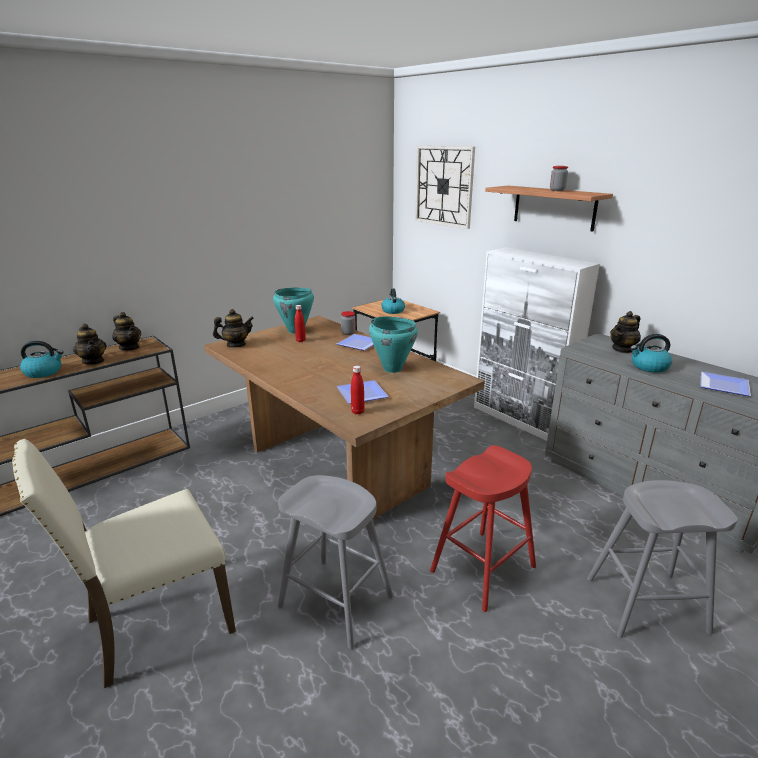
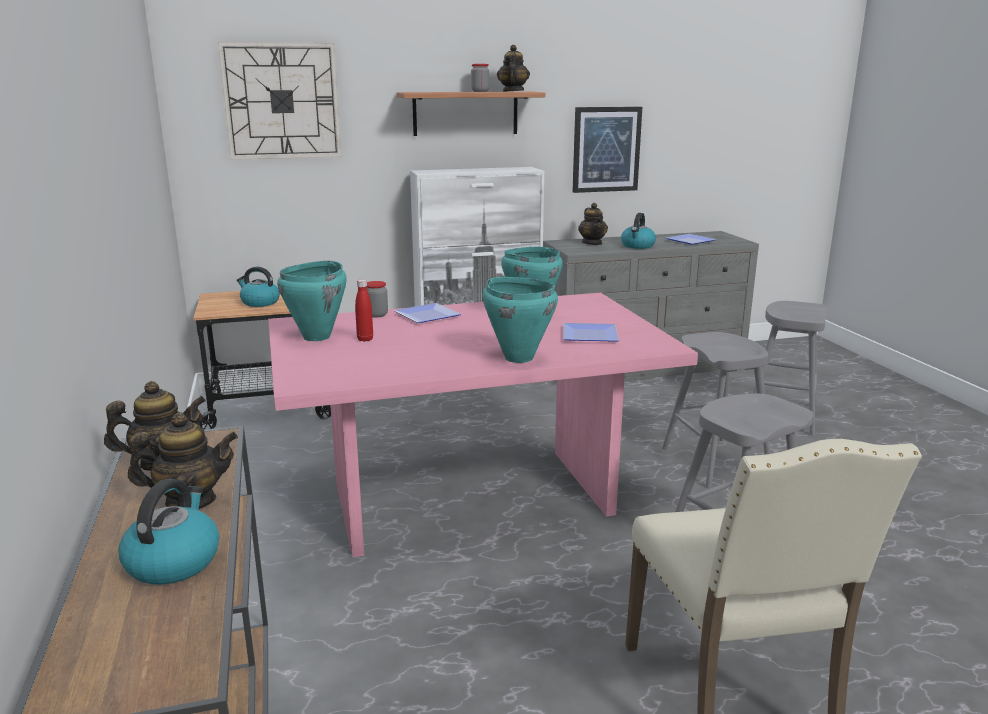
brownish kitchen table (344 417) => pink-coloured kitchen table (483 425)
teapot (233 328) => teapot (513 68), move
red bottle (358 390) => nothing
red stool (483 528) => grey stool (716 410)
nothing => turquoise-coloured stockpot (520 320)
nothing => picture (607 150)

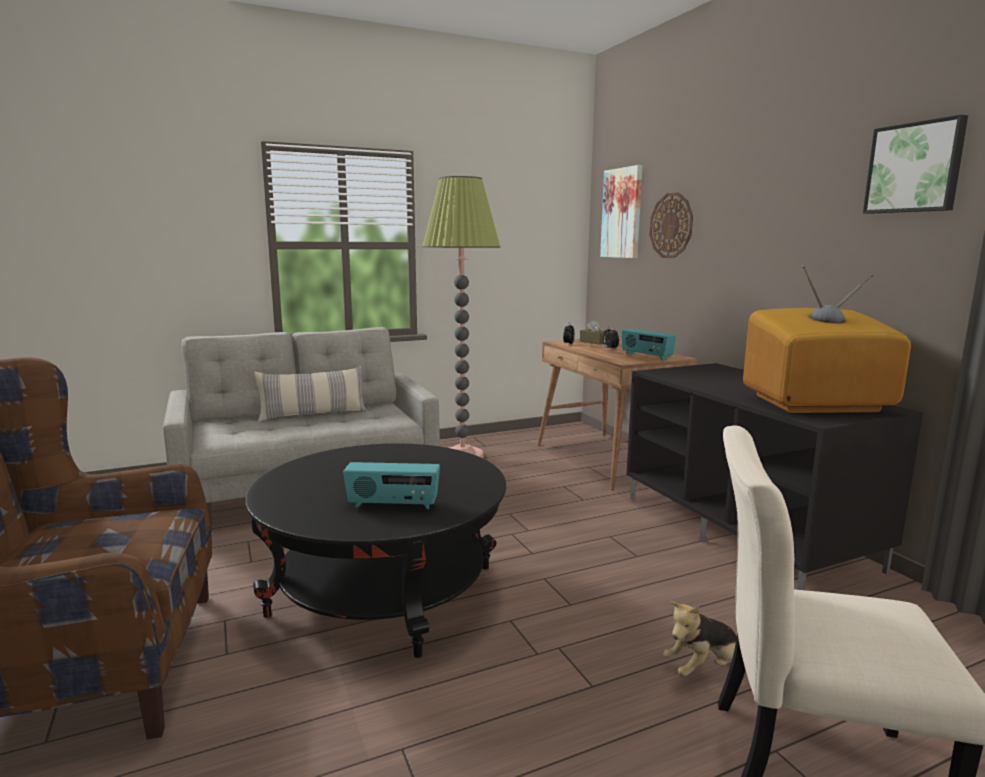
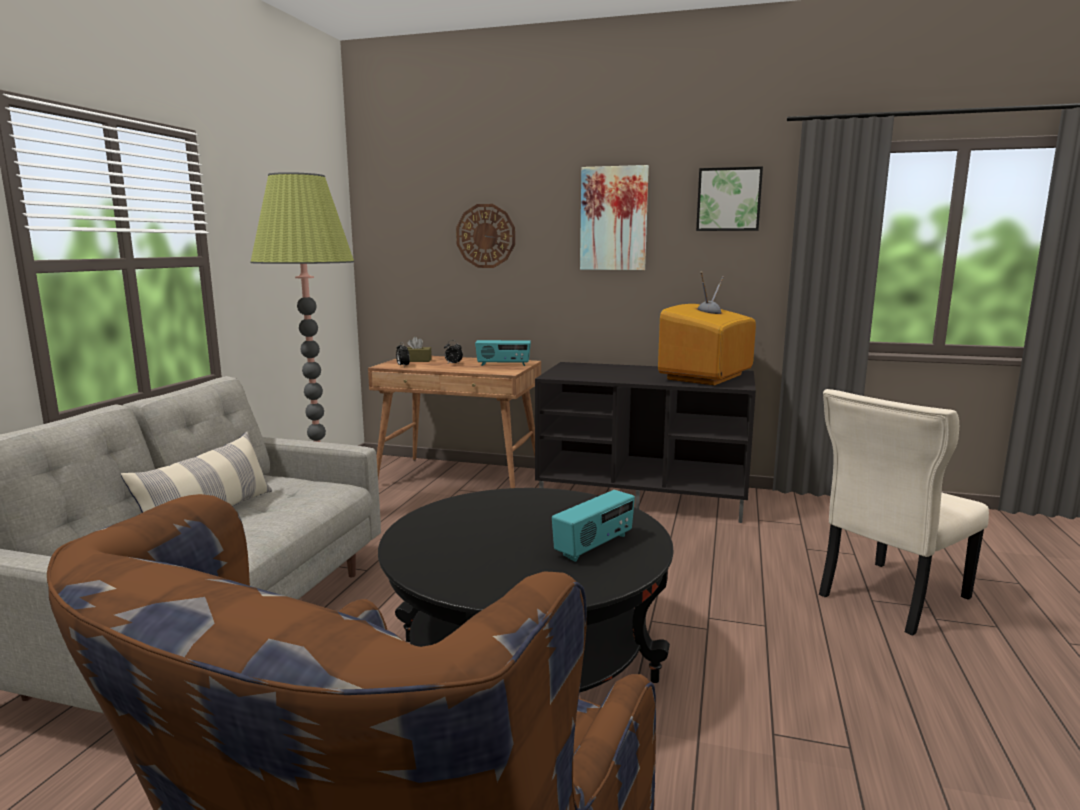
picture (621 211) => picture (614 217), move
soft toy (700 639) => nothing

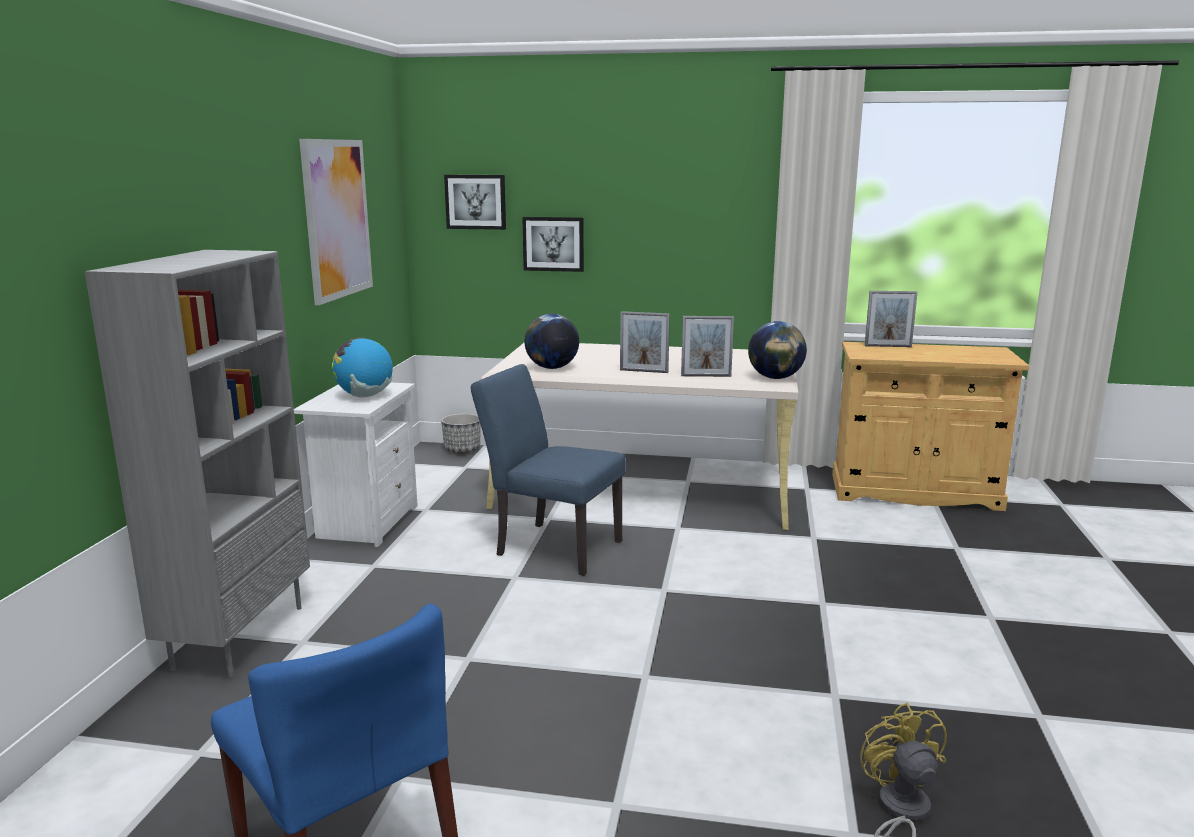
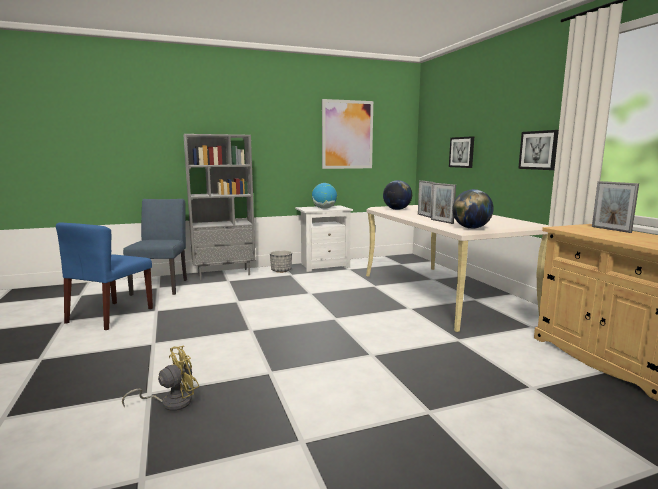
plant pot (461 433) => plant pot (281 261), move
picture (475 202) => picture (538 150), move
blue-coloured upright chair (548 470) => blue-coloured upright chair (155 247), move

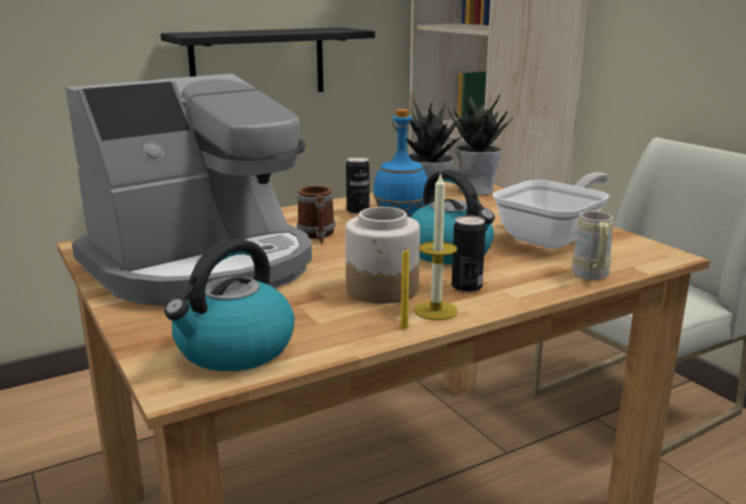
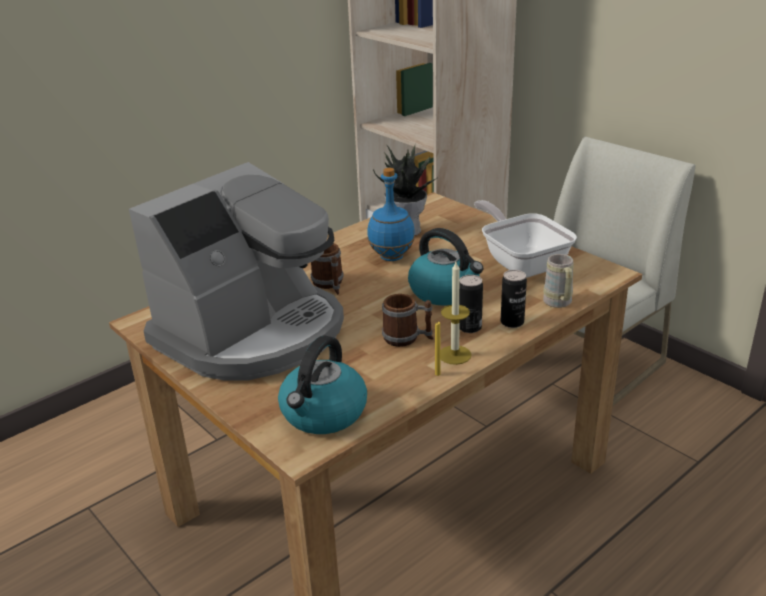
black-coloured bracket shelf (268 59) => nothing
jar (382 255) => tea mug (408 320)
sealed can (357 185) => sealed can (514 299), move
houseplant (481 144) => nothing
skillet (551 210) => skillet (525 239), 60 degrees counterclockwise

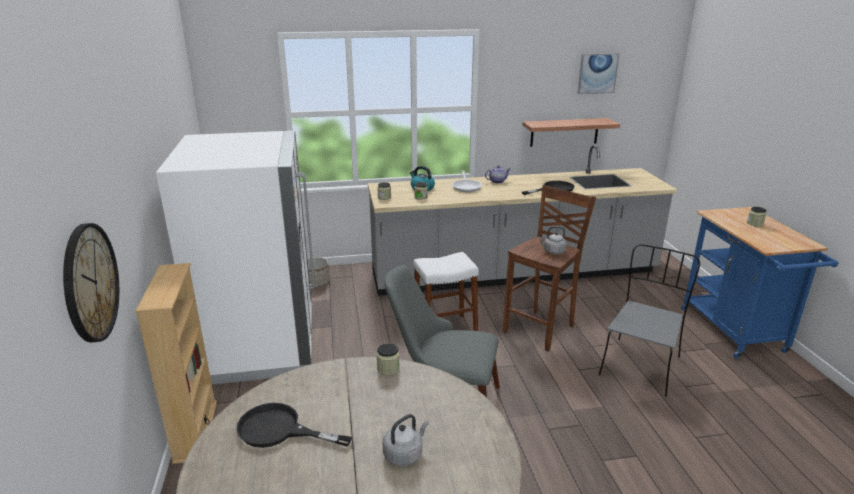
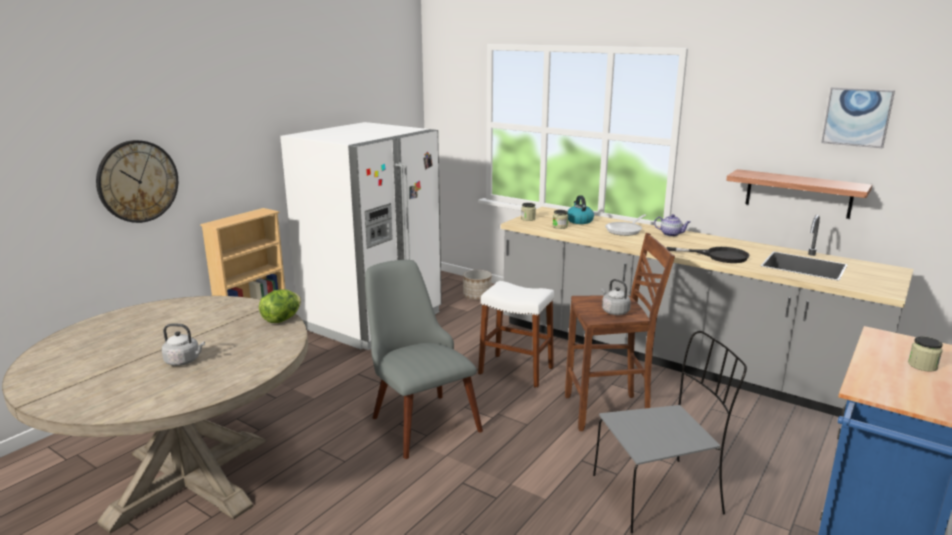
black-coloured skillet (294 425) => nothing
jar (388 359) => head of lettuce (280 306)

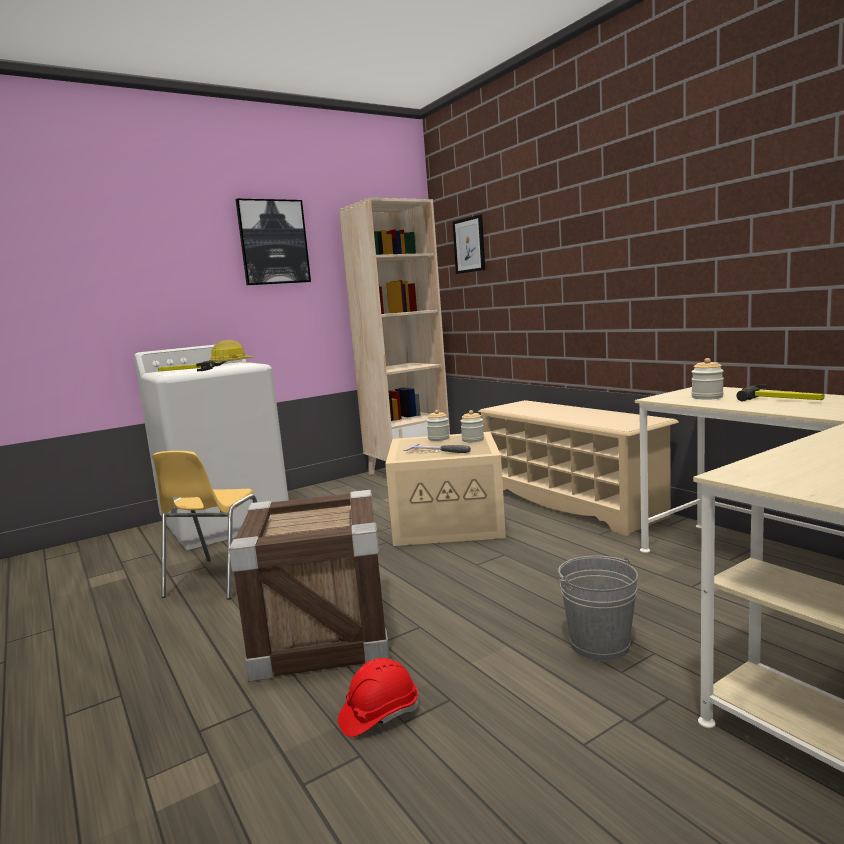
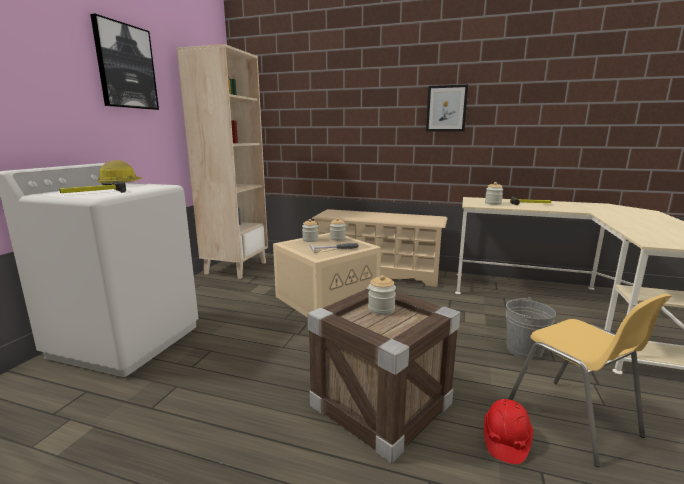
yellow upright chair (204 525) => yellow upright chair (589 380), move
picture (468 244) => picture (447 108), move
nothing => jar (382 295)

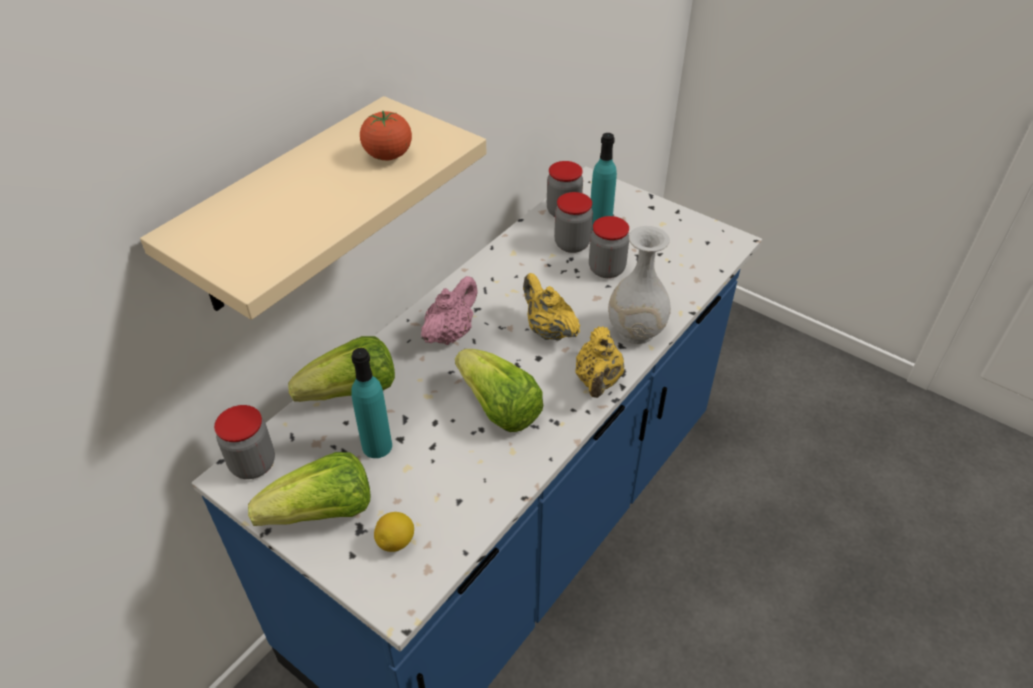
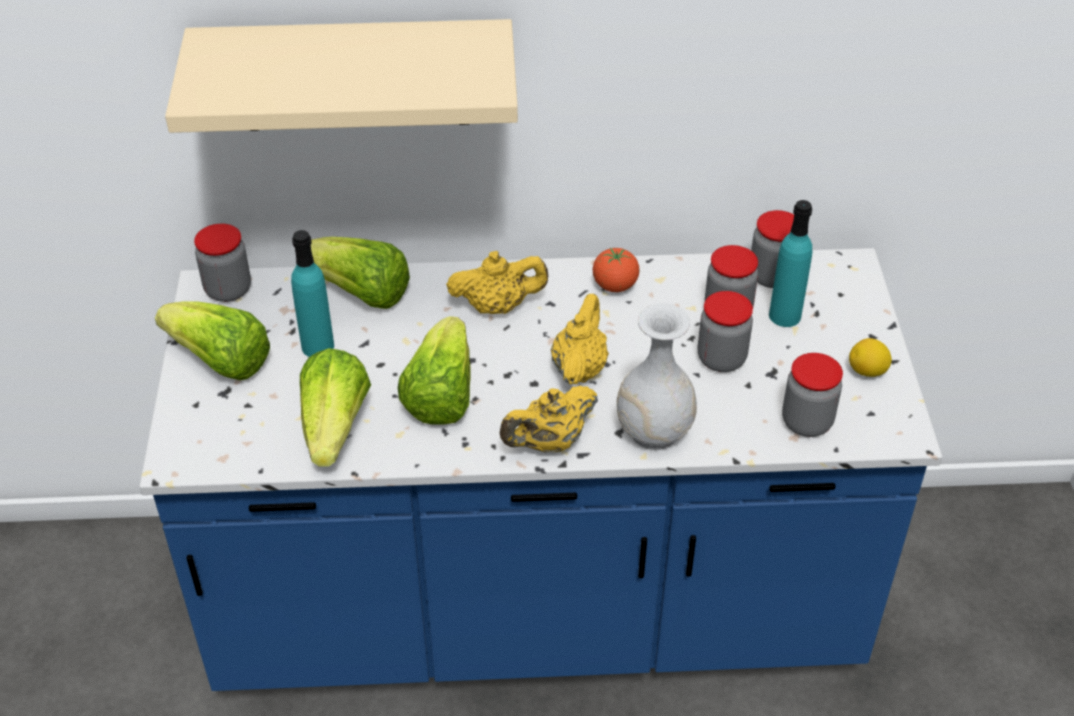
whole tomato (386 136) => whole tomato (616 270), move
lemon (394 532) => lemon (870 357), move
pink-coloured teapot (449 310) => yellow teapot (497 282)
nothing => head of lettuce (335 407)
nothing => jar (812 395)

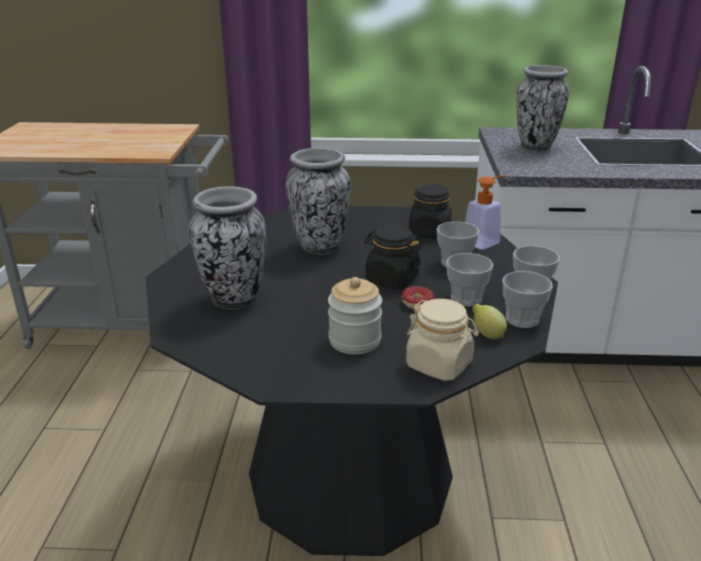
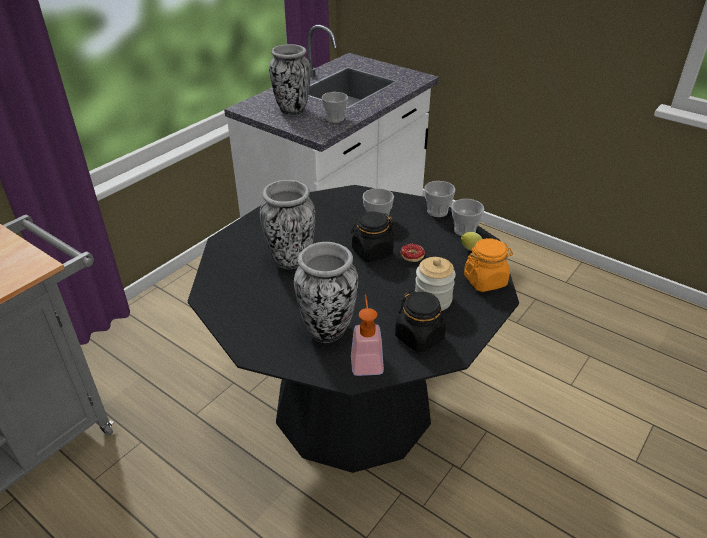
beige-coloured jar (442 340) => orangey jar (488 265)
black-coloured jar (430 210) => black-coloured jar (420 322), move
small cup (469 280) => small cup (334 107), move
soap dispenser (485 212) => soap dispenser (367 335), move

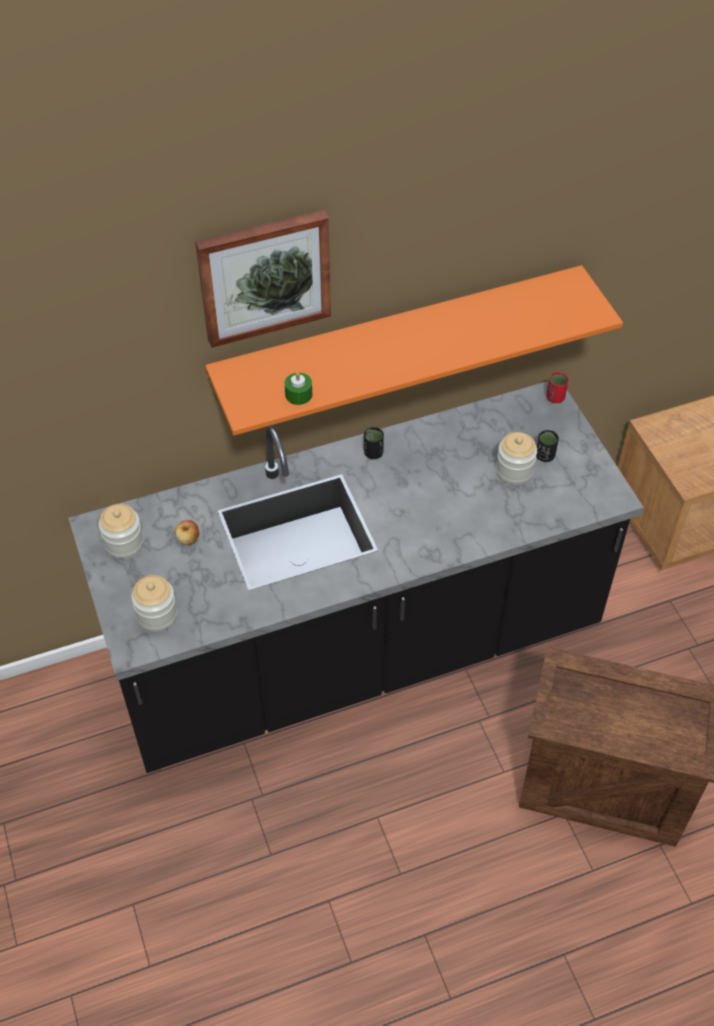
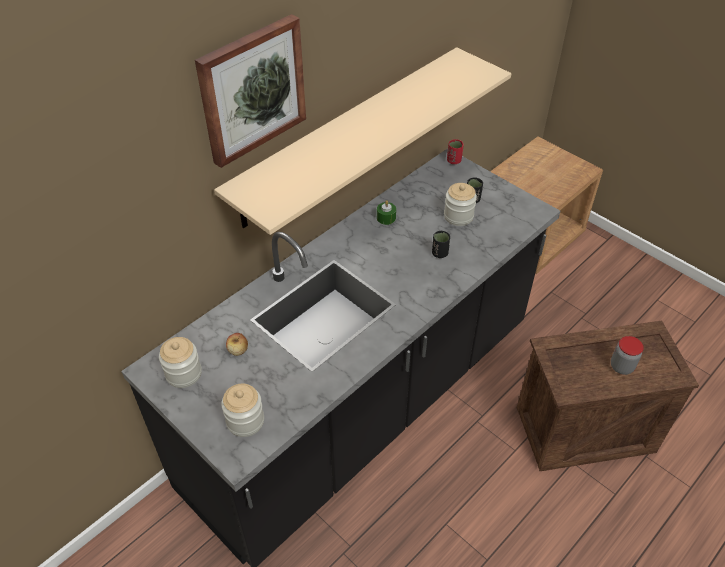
orangey bracket shelf (414 350) => beige-coloured bracket shelf (362 141)
green-coloured wax candle (298 388) => green-coloured wax candle (386 212), move
black-coloured small cup (374 443) => black-coloured small cup (441 244), move
nothing => jar (627 355)

